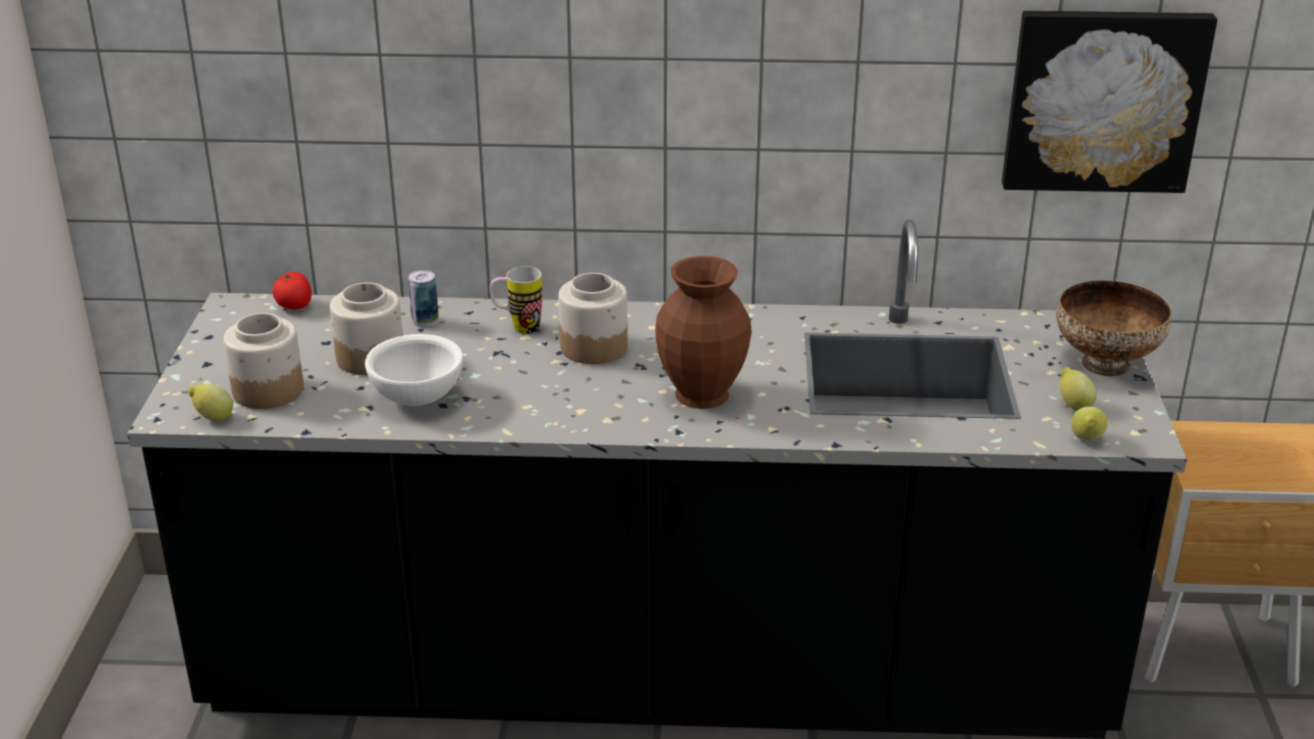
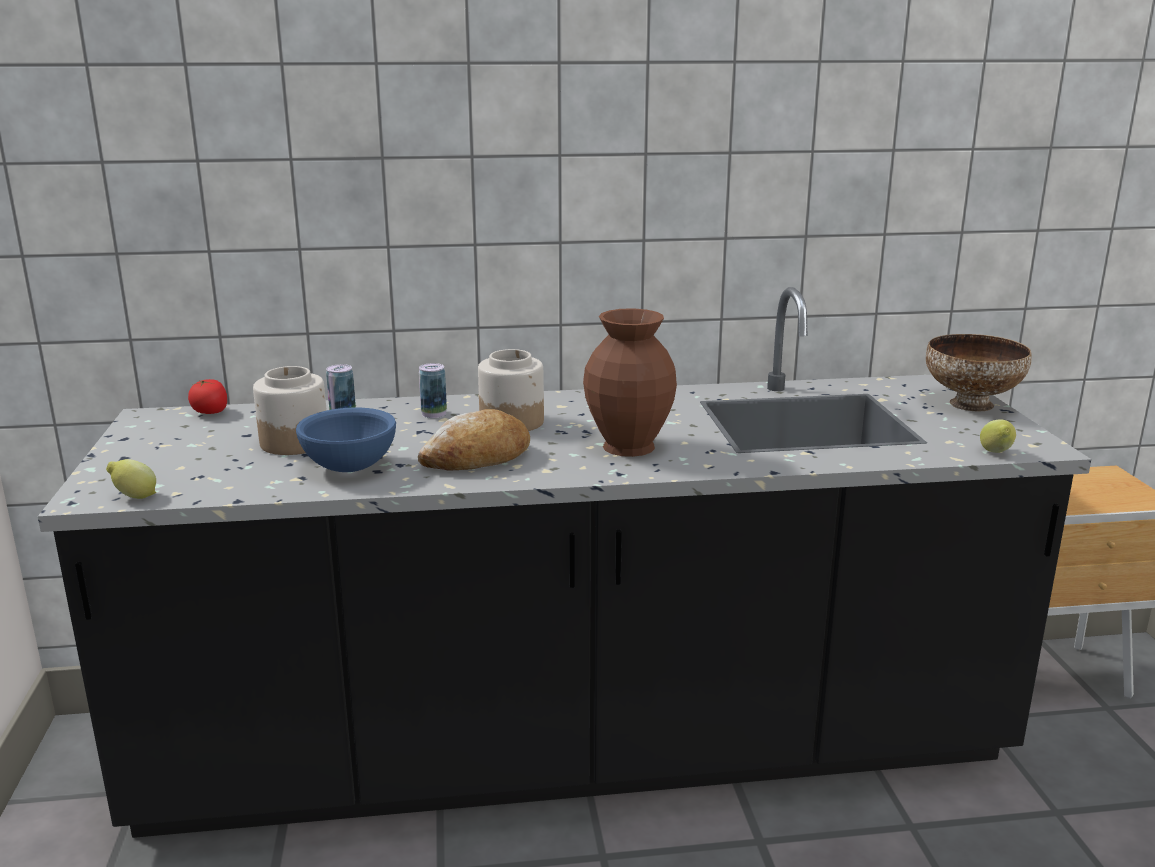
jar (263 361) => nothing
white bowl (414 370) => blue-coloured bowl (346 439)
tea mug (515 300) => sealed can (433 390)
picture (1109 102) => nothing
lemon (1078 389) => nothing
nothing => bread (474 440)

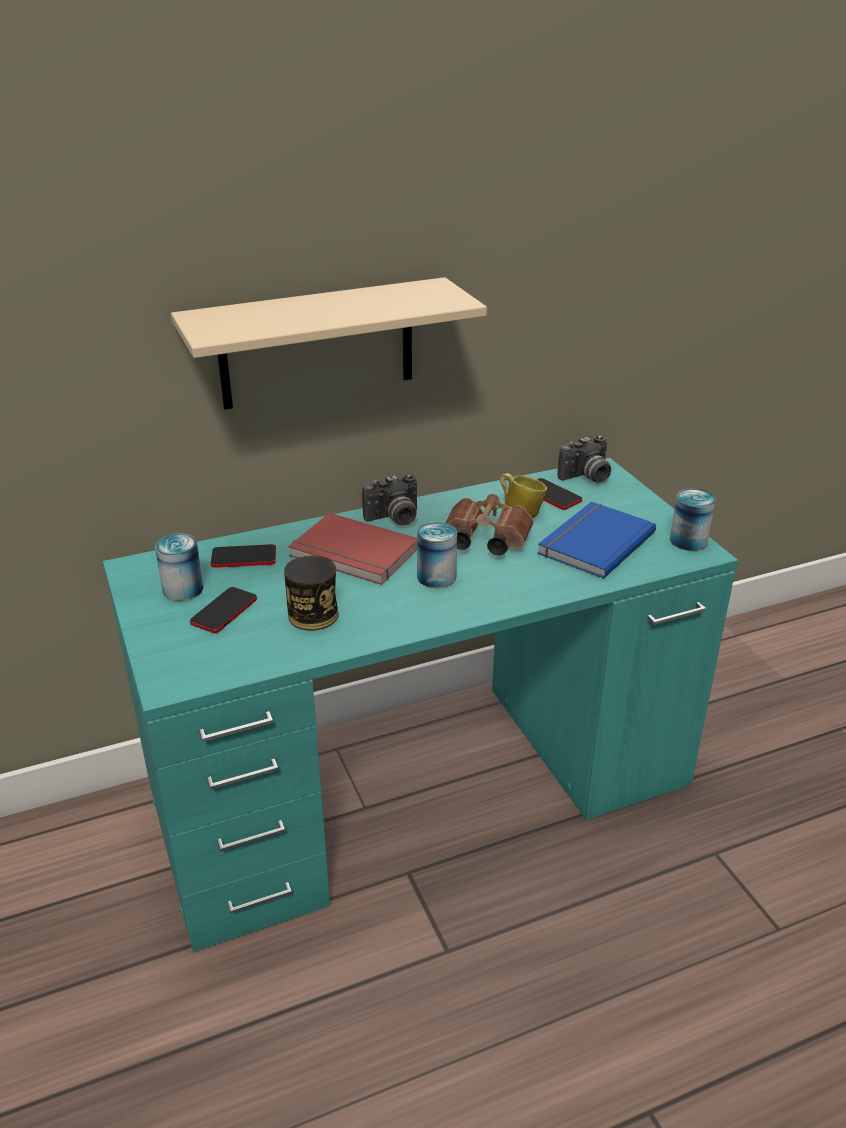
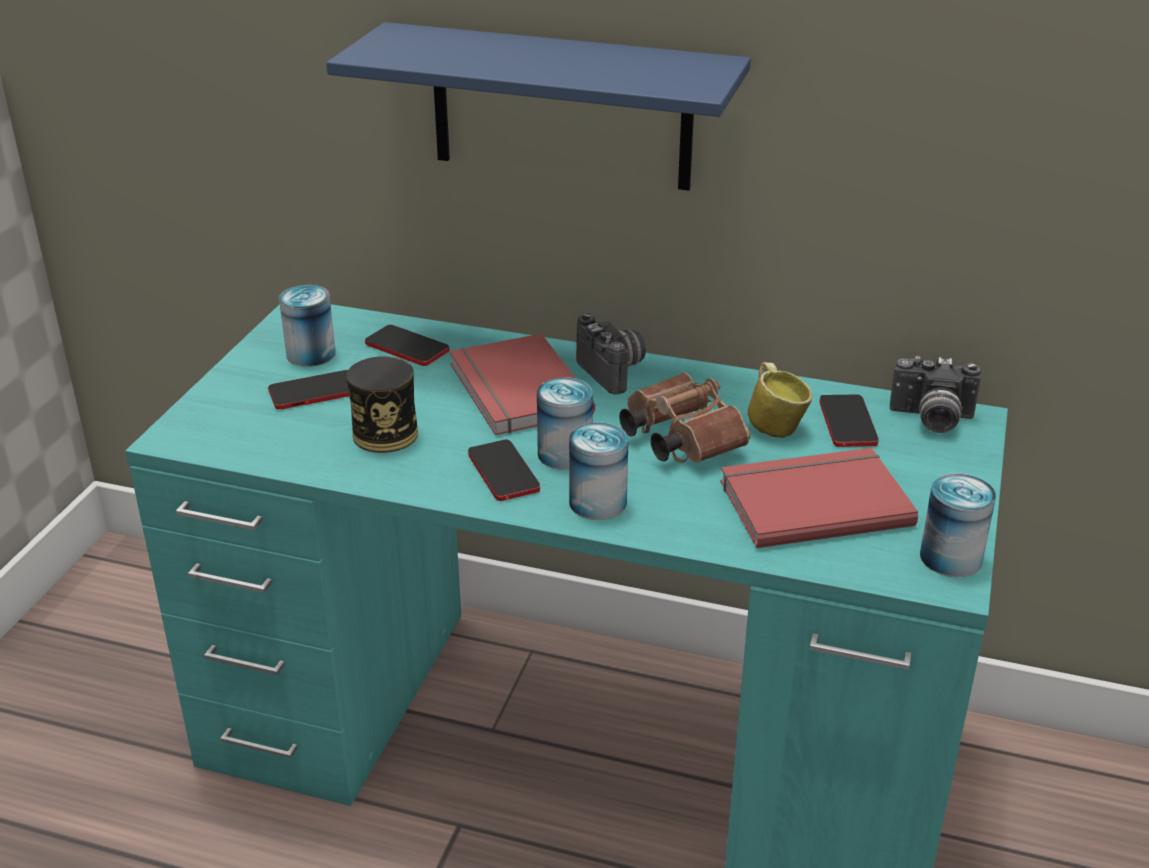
beige-coloured bracket shelf (329 343) => blue-coloured bracket shelf (538 106)
still camera (389 500) => still camera (611 353), 135 degrees counterclockwise
blue-coloured volume (596 540) => red volume (819 498)
nothing => telephone (504 470)
nothing => sealed can (598 471)

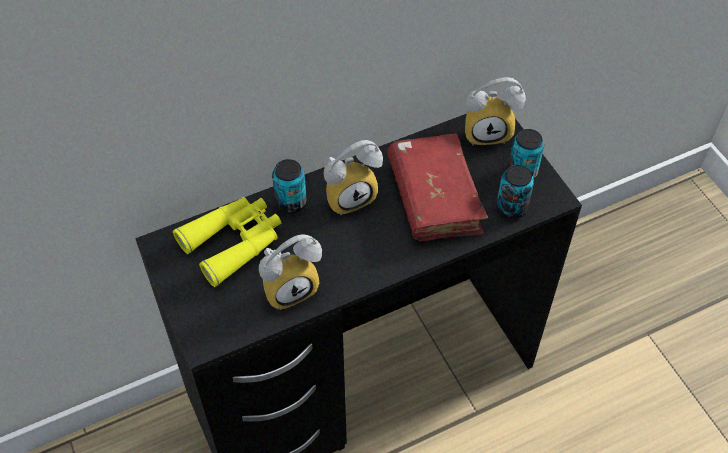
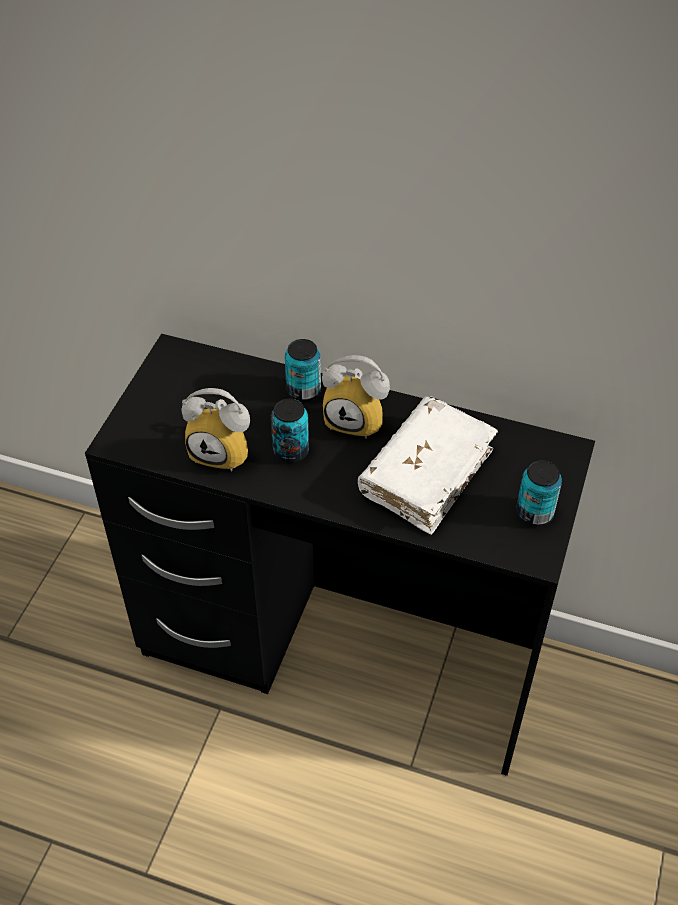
yellow binoculars (227 242) => nothing
red volume (437 187) => white volume (428 465)
alarm clock (495 111) => nothing
sealed can (515 192) => sealed can (290 431), move

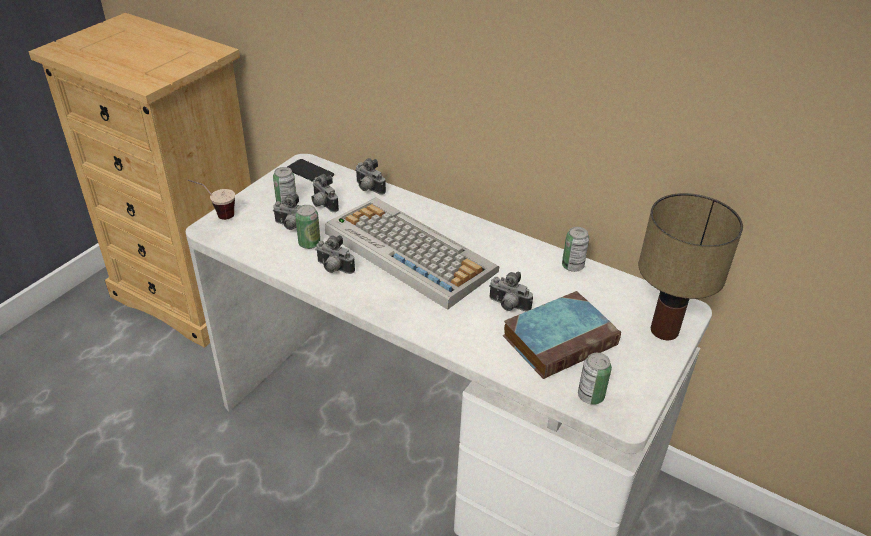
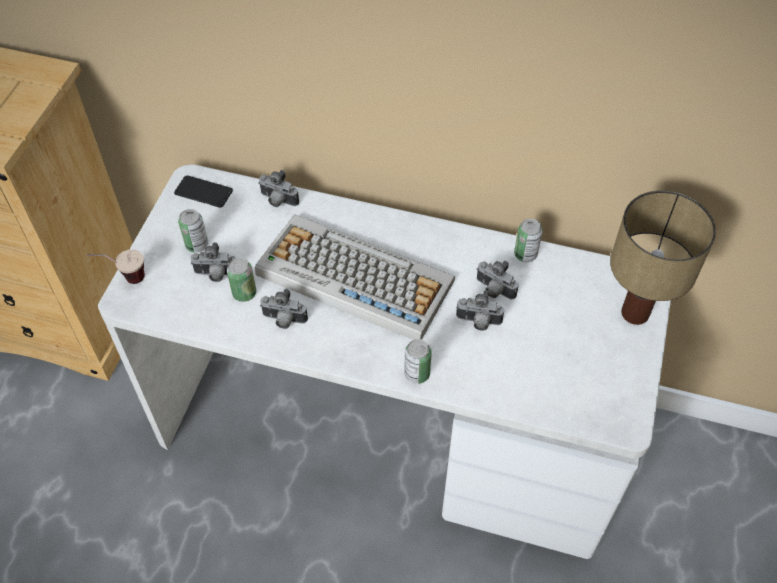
still camera (325 193) => still camera (497 280), move
volume (561 335) => nothing
sealed can (595 379) => sealed can (418 361), move

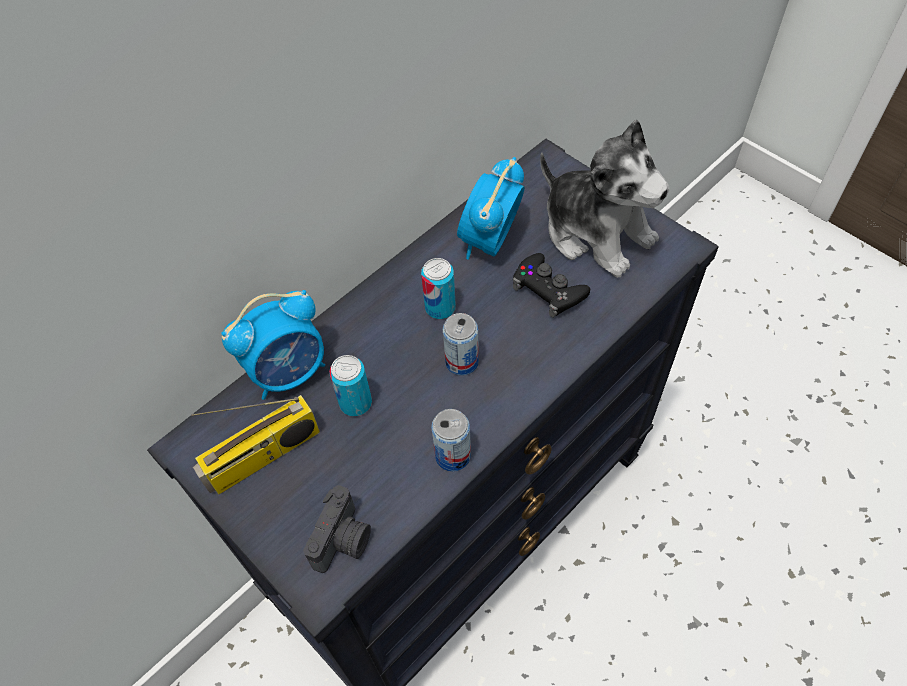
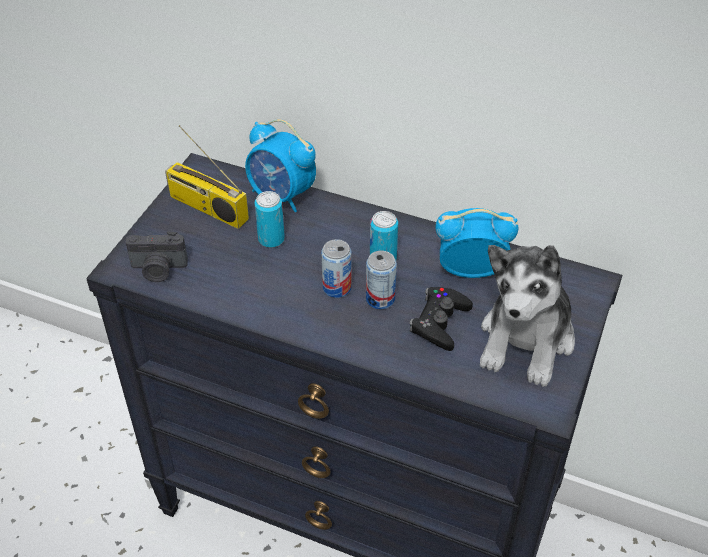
sealed can (451 440) => sealed can (381 280), move

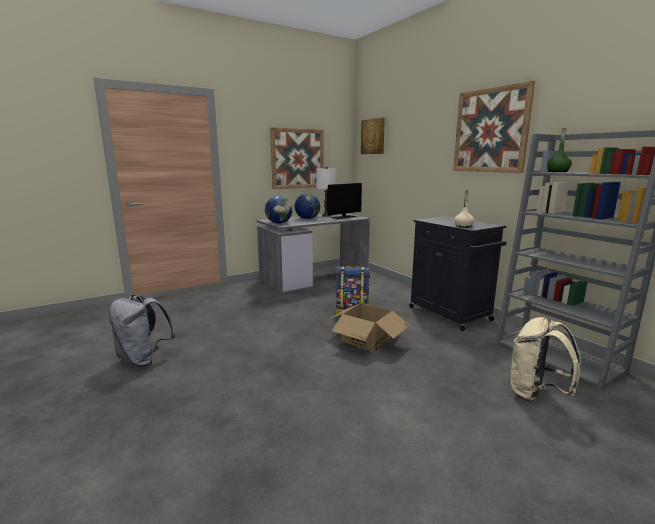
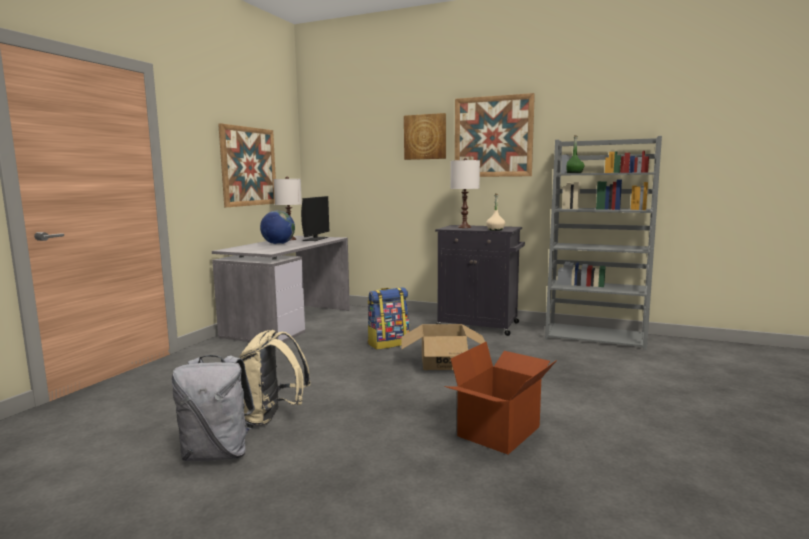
world globe (278 210) => nothing
picture (373 135) => picture (425 136), move
beige-coloured knapsack (546 359) => beige-coloured knapsack (275 378), move
nothing => carton (501 398)
nothing => white tabletop lamp (465 193)

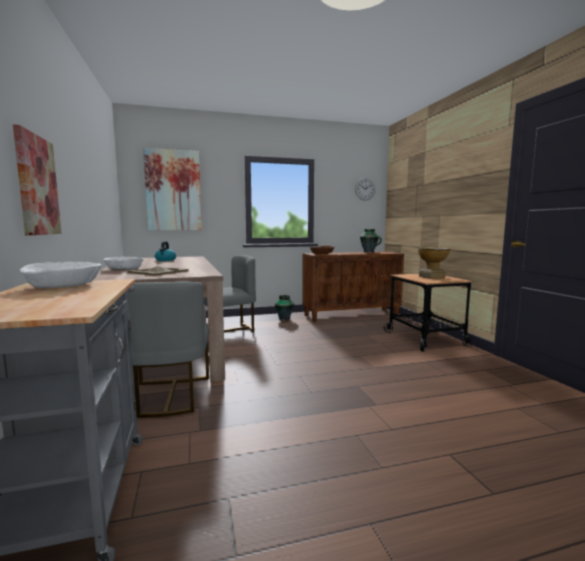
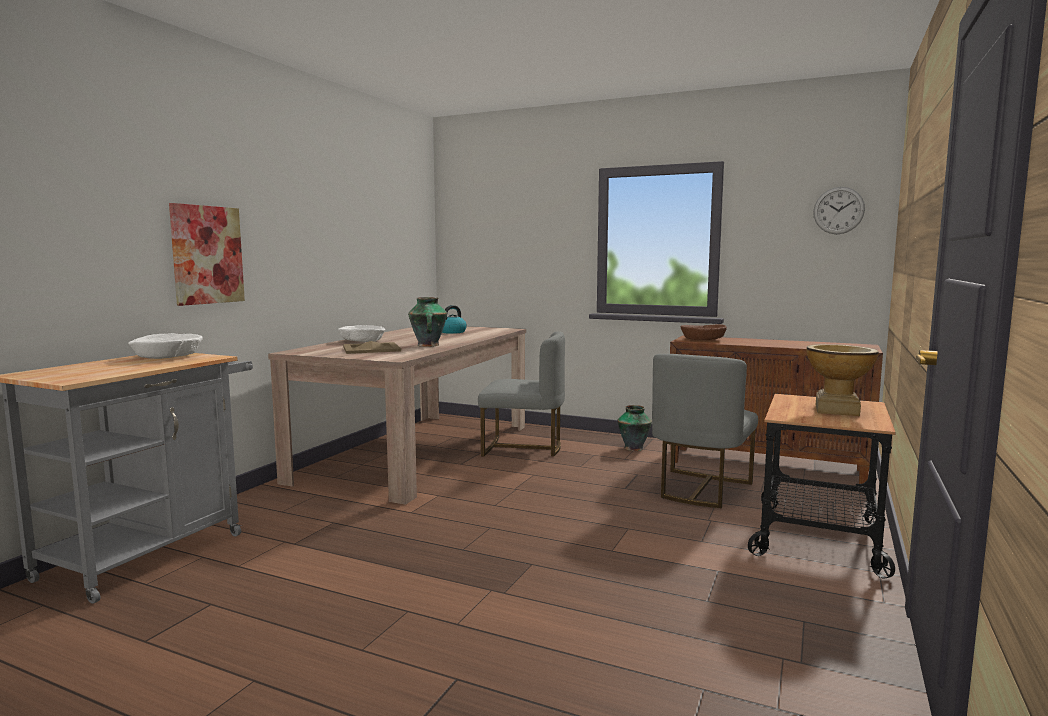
grey upright chair (168 349) => grey upright chair (705 431), move
picture (172 189) => nothing
vase (371 241) => vase (427 322), move

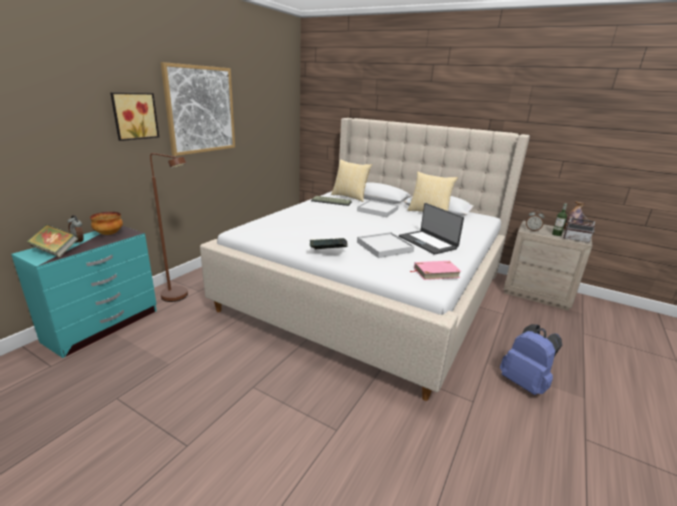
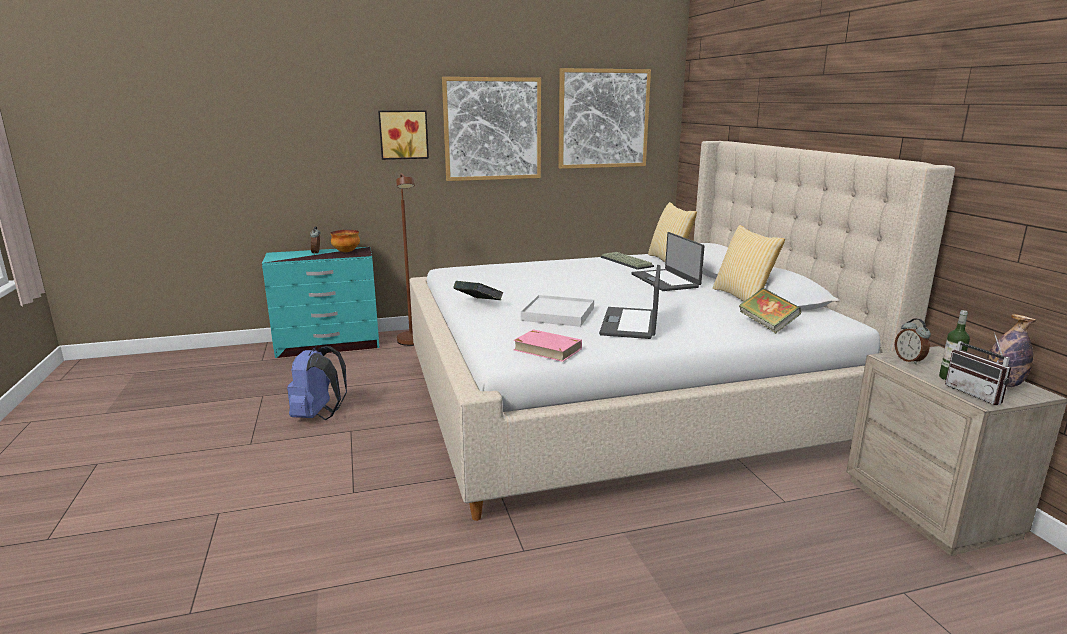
volume (52 240) => volume (770 310), move
white tray (378 208) => notebook computer (667 261)
blue-coloured knapsack (531 359) => blue-coloured knapsack (317 383), move
nothing => picture (604 118)

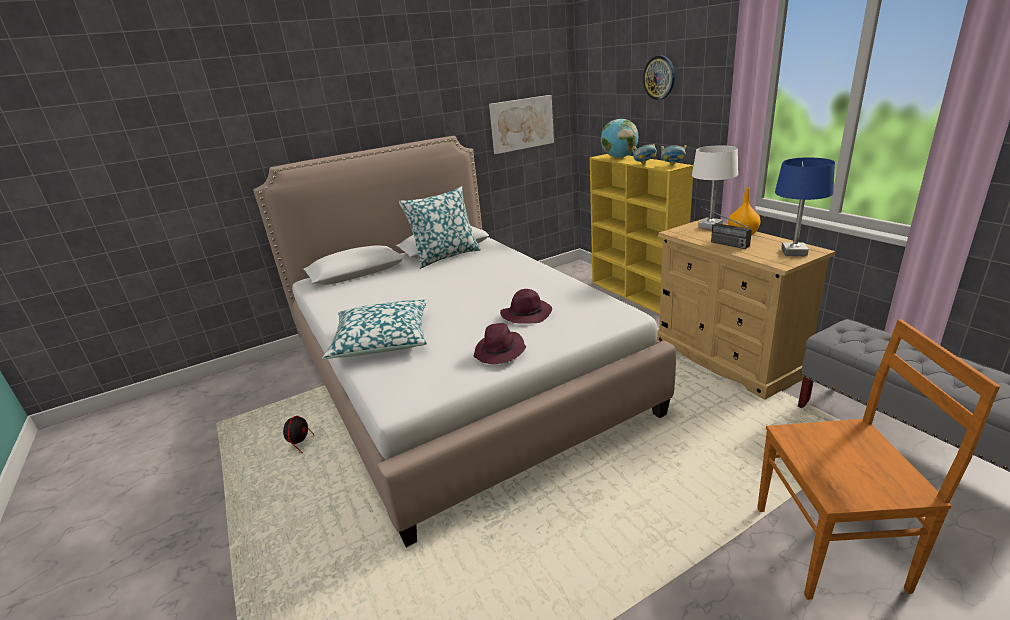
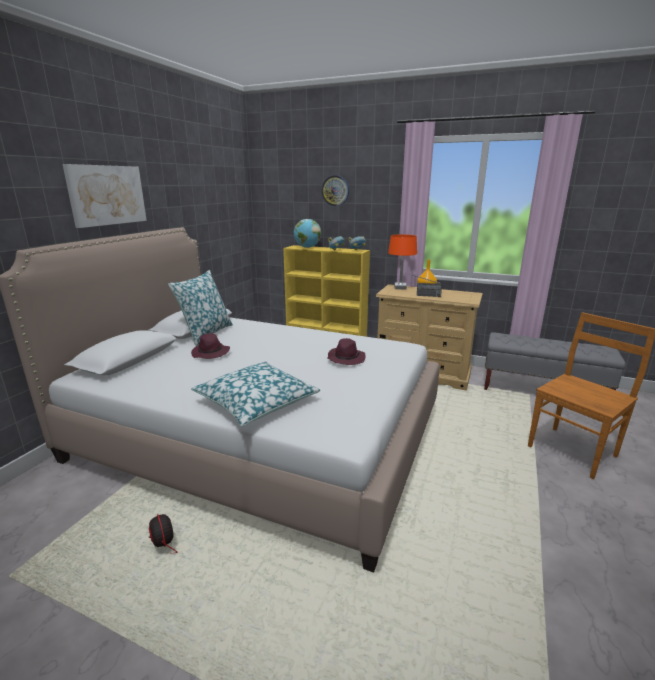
purple hat (500 343) => purple hat (210 346), move
picture (521 124) => picture (105 196), move
white tabletop lamp (715 187) => orangey tabletop lamp (402 262)
blue-coloured tabletop lamp (805 206) => nothing

